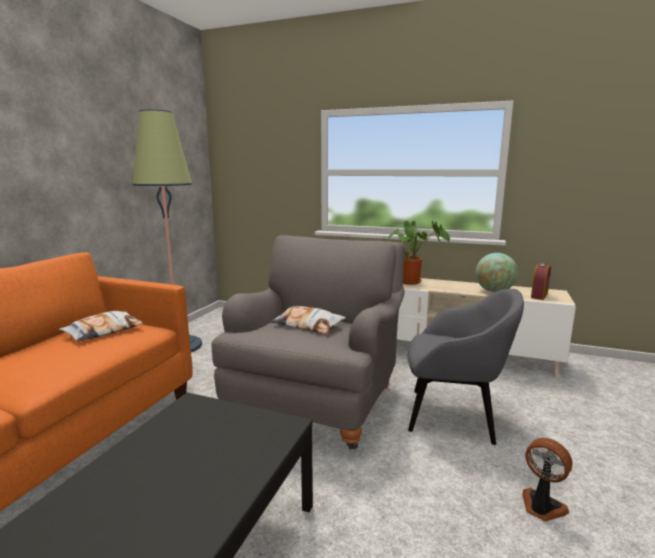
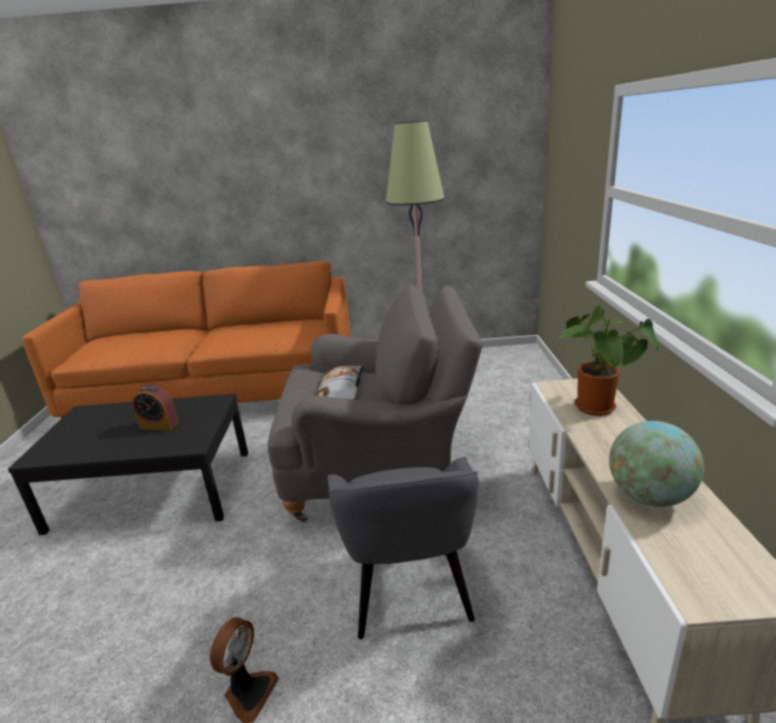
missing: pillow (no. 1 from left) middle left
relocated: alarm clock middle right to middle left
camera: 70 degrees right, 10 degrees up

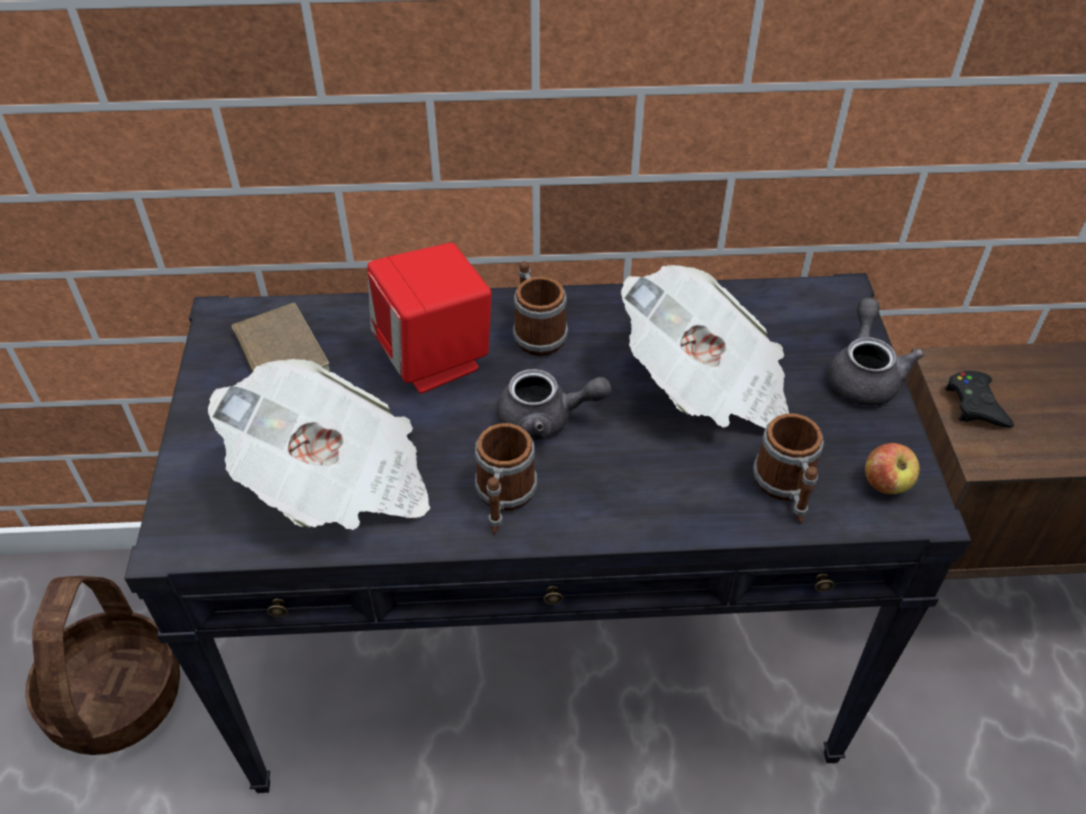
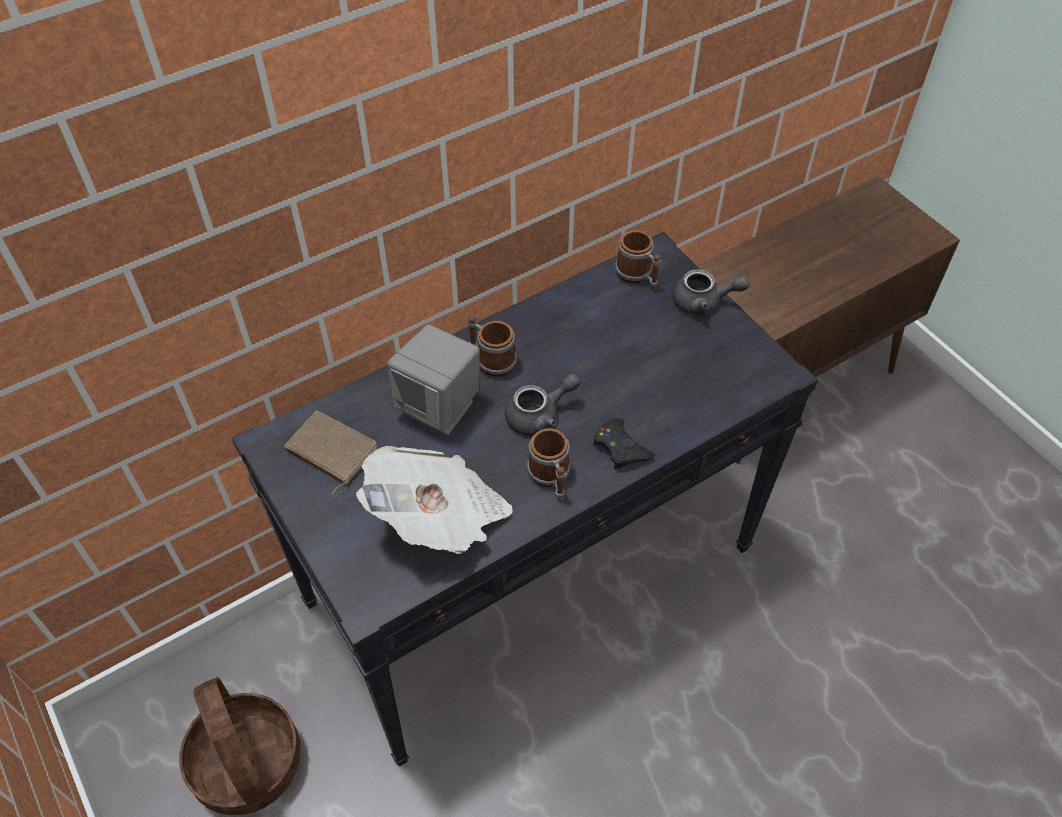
missing: newspaper (no. 2 from left) centre; apple middle right
relocated: game controller in black middle right to centre; mug (no. 3 from left) middle right to top centre
colour: speaker in red centre to speaker in grey centre
spun: teapot in grey (no. 2 from left) middle right = middle right 120 degrees clockwise
camera: 30 degrees left, 5 degrees up

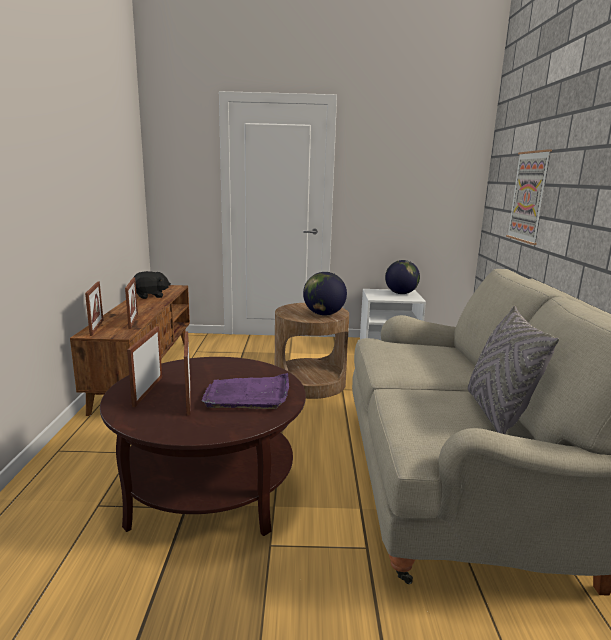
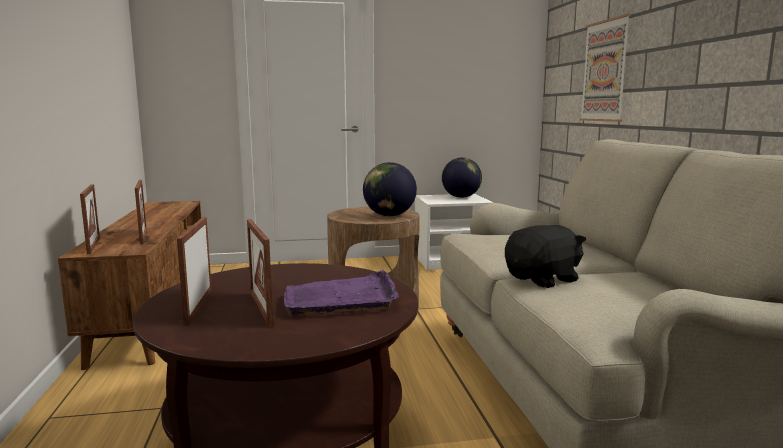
missing: pillow in grey middle right
relocated: plush toy in black middle left to middle right
camera: 10 degrees left, 5 degrees down

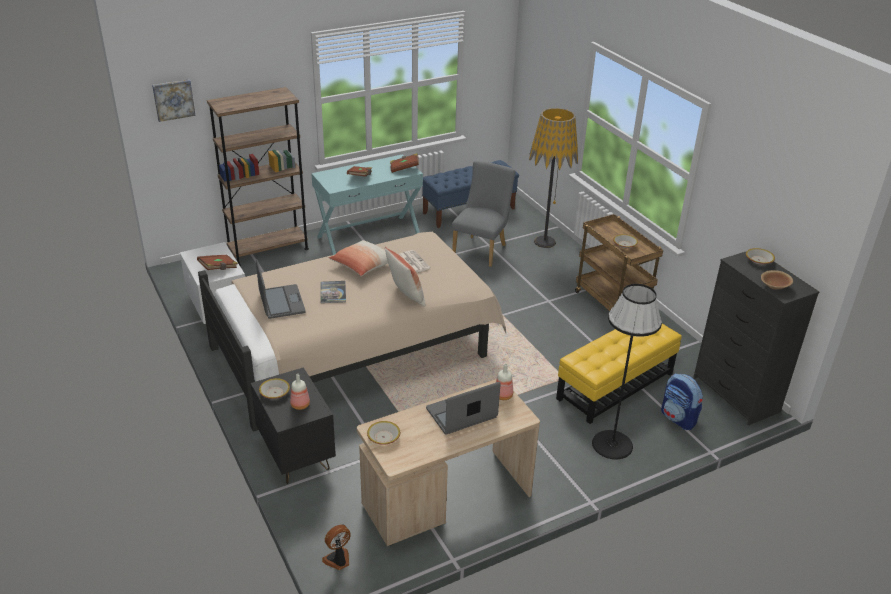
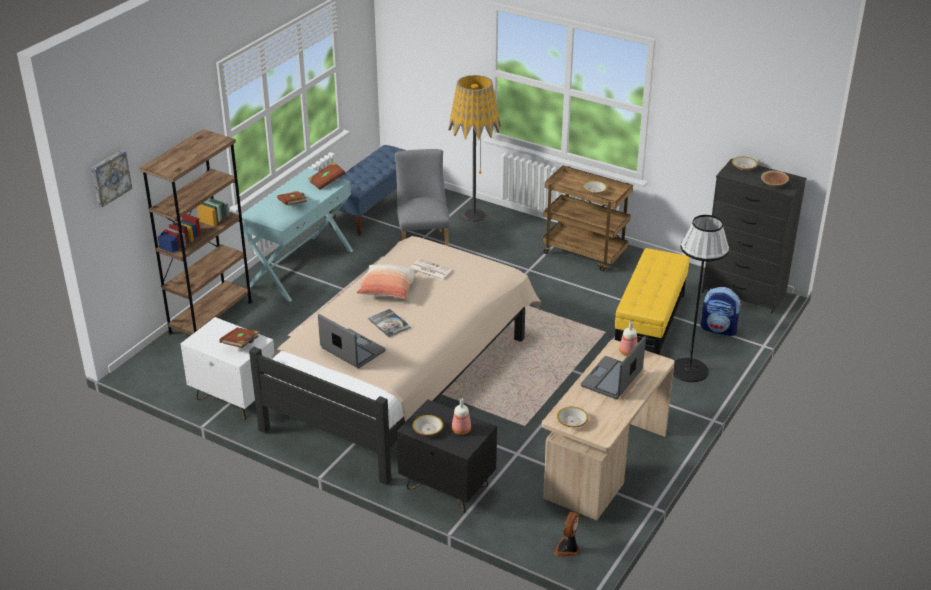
missing: pillow (no. 2 from left) centre
camera: 30 degrees left, 0 degrees up

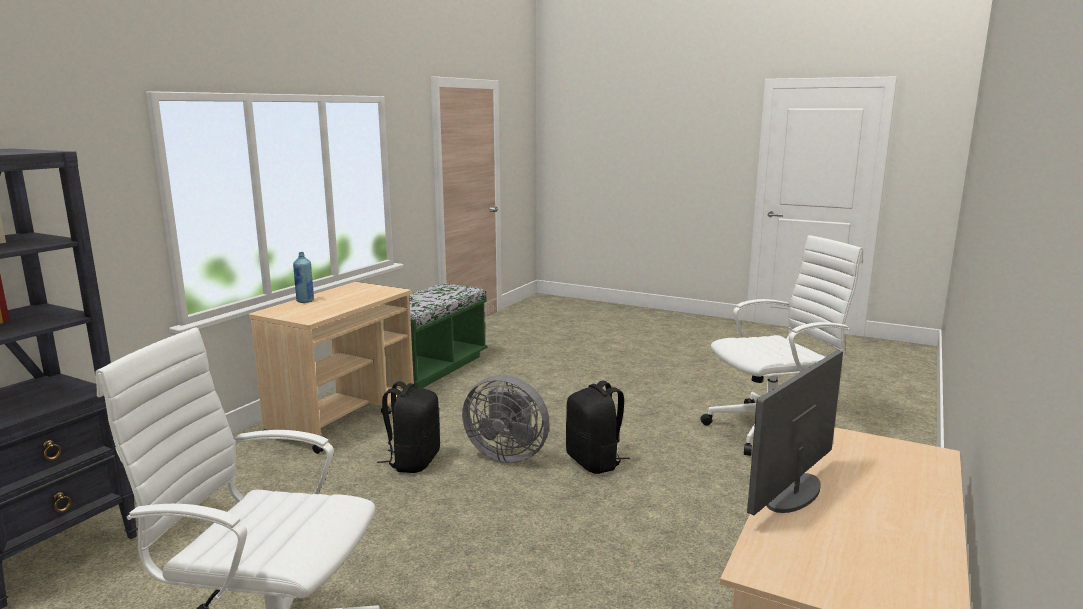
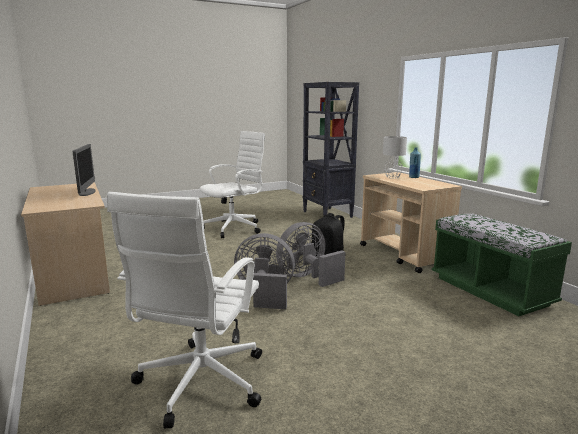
appeared: table lamp in grey middle right
exchanged: backpack in black (no. 2 from left) bottom centre to fan in grey (no. 1 from left) centre
camera: 125 degrees right, 0 degrees up

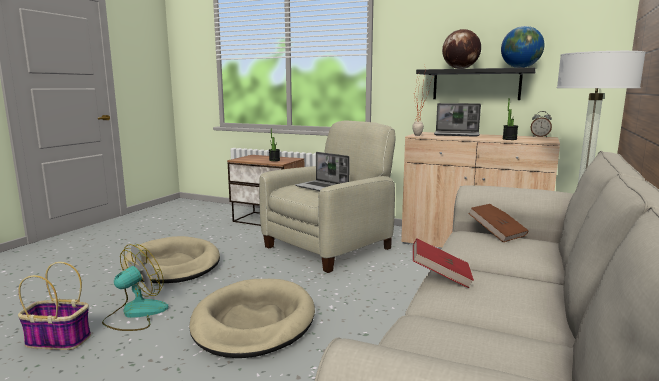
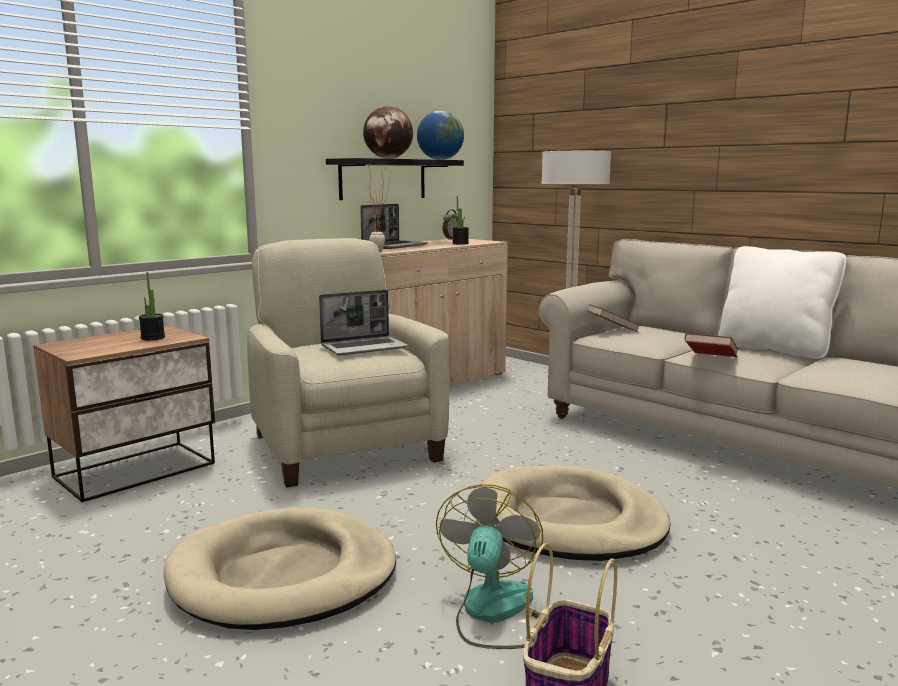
appeared: pillow in white middle right
spun: fan bottom left = bottom centre 45 degrees clockwise
camera: 70 degrees left, 0 degrees up

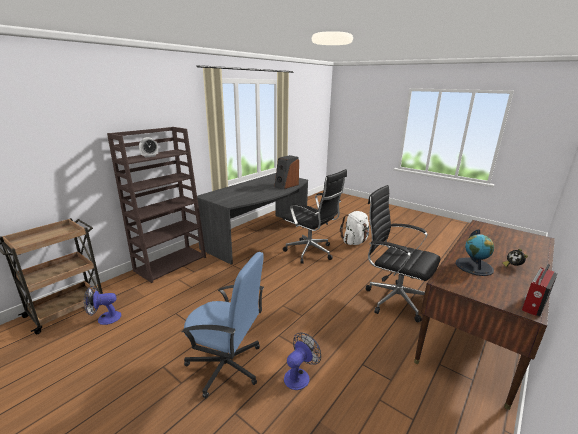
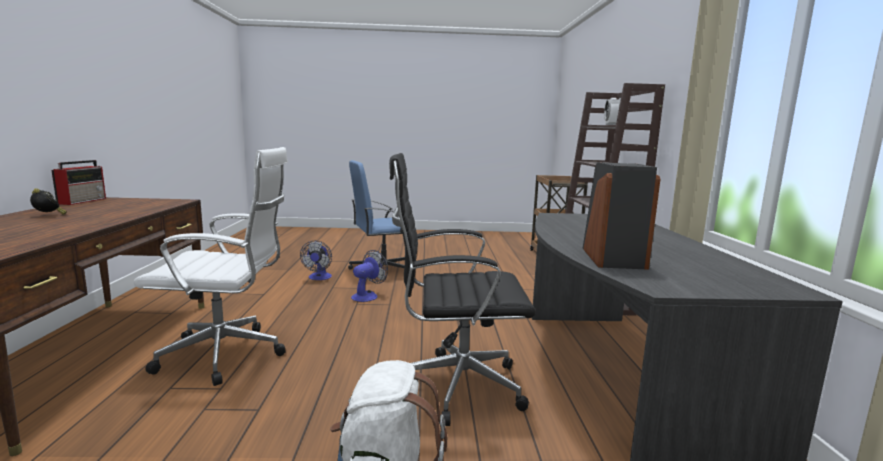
missing: globe middle right
relocated: fan (no. 1 from left in the first image) bottom left to fan (no. 2 from left) centre
colour: office chair in black (no. 2 from left) middle right to office chair in white middle left
camera: 140 degrees right, 10 degrees down

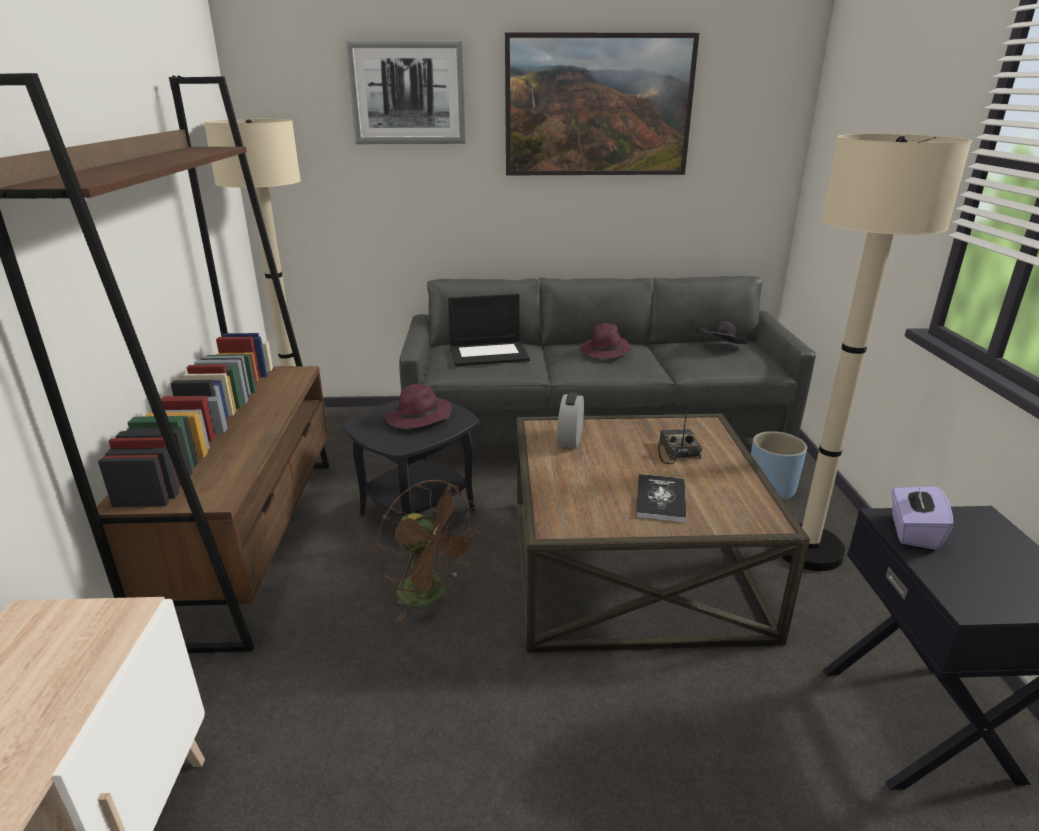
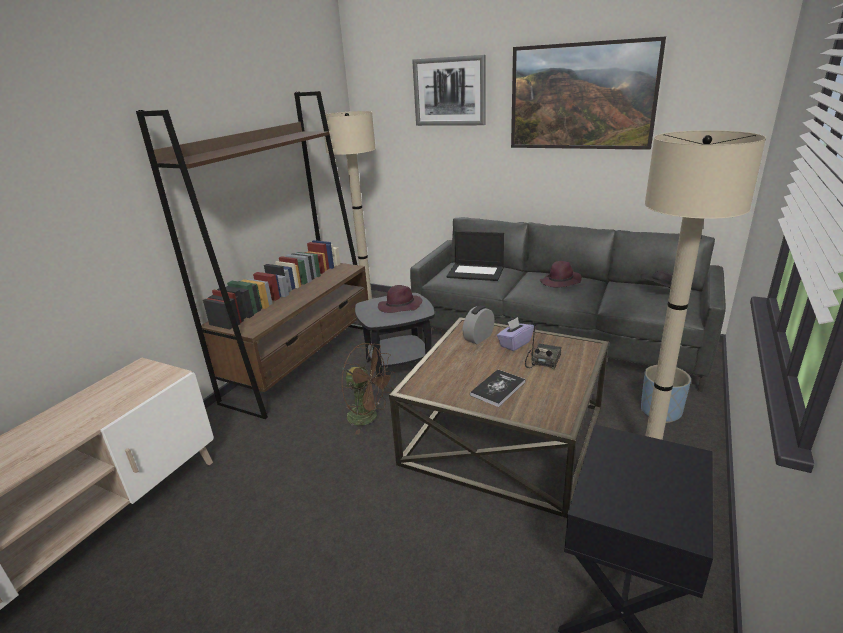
relocated: tissue box in purple middle right to centre
spun: fan in brown centre = centre 45 degrees counterclockwise
camera: 30 degrees right, 0 degrees up

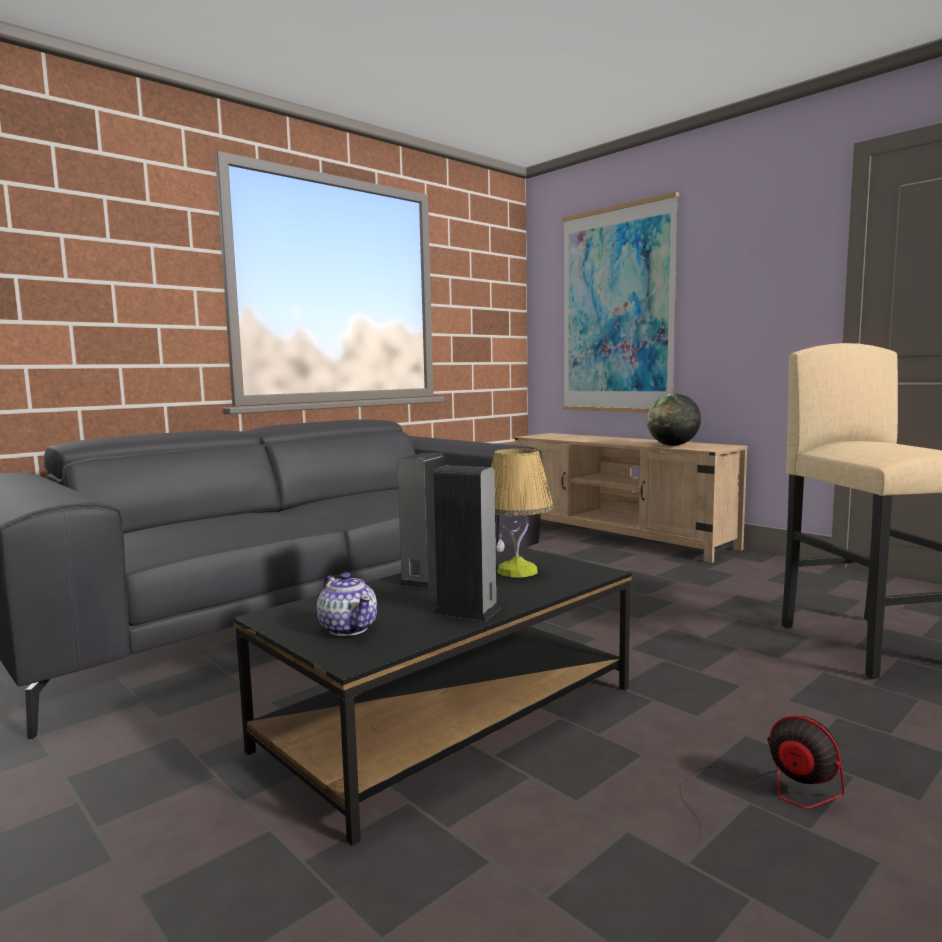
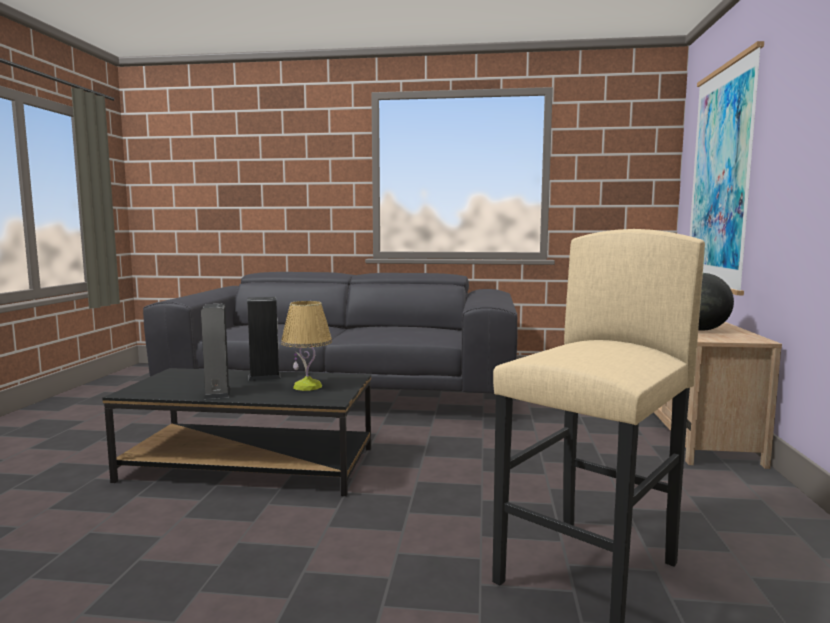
missing: teapot centre; fan bottom right
camera: 50 degrees right, 0 degrees up

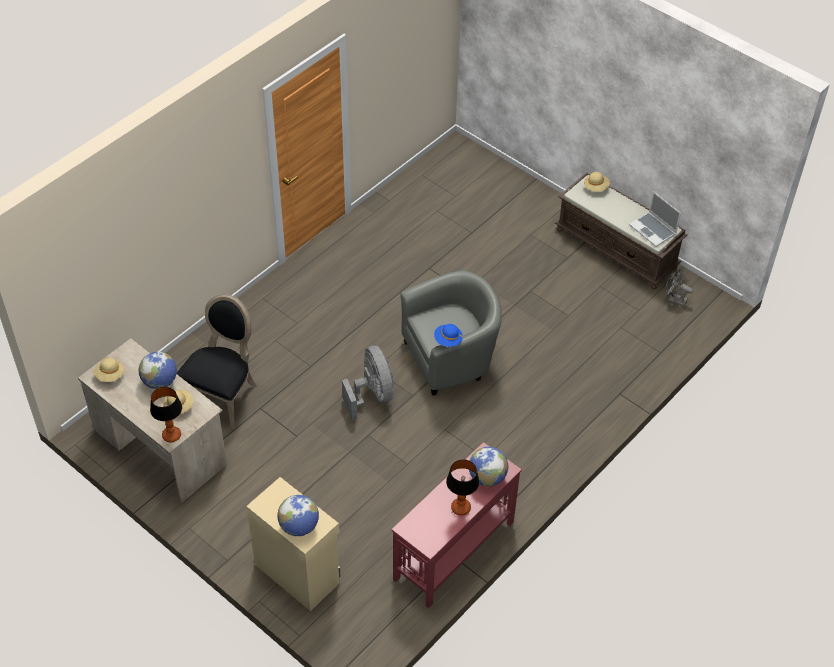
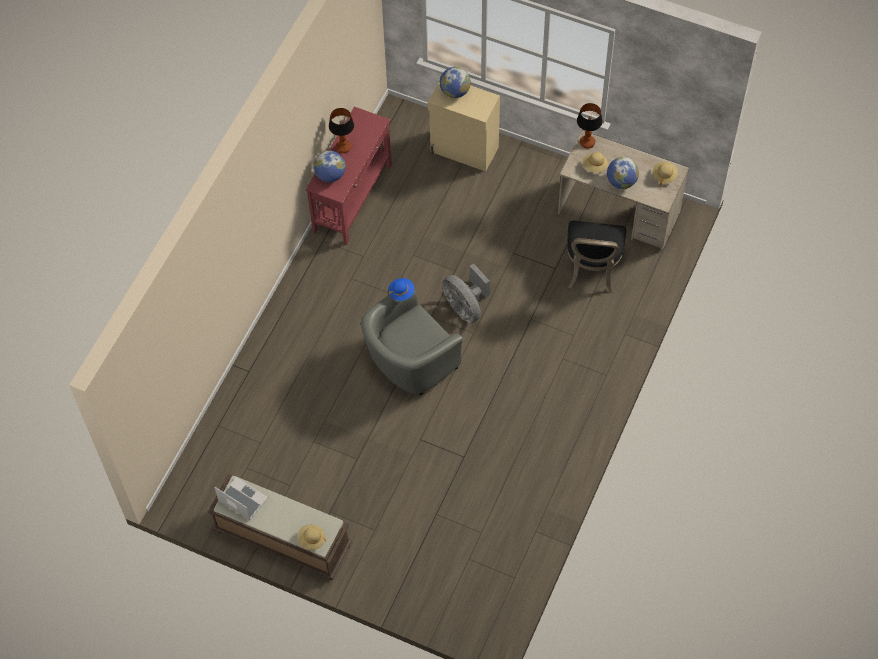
missing: fan in grey (no. 2 from left) middle right
camera: 165 degrees right, 10 degrees up

